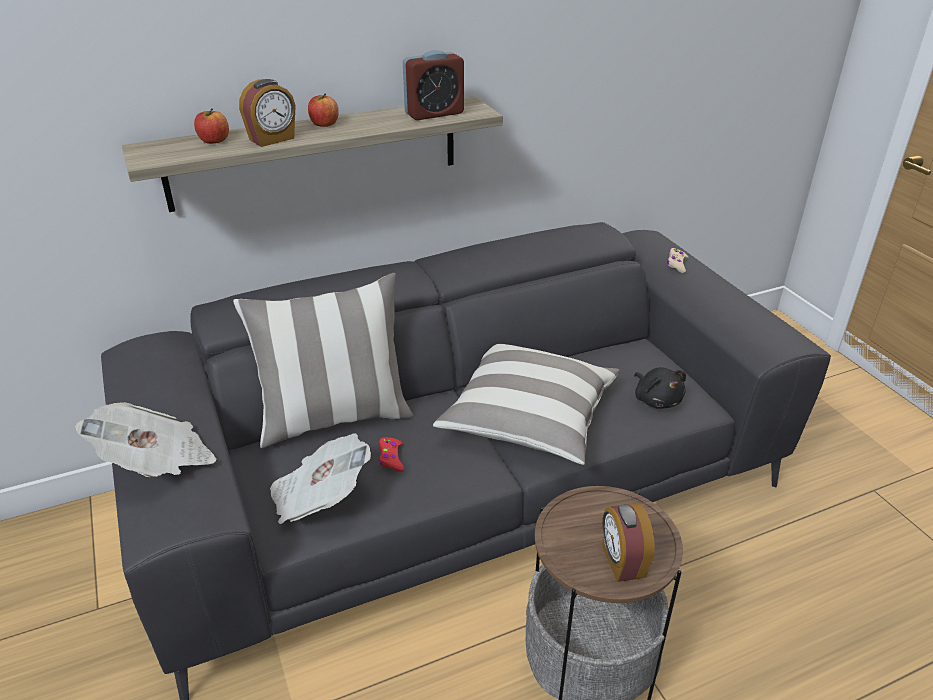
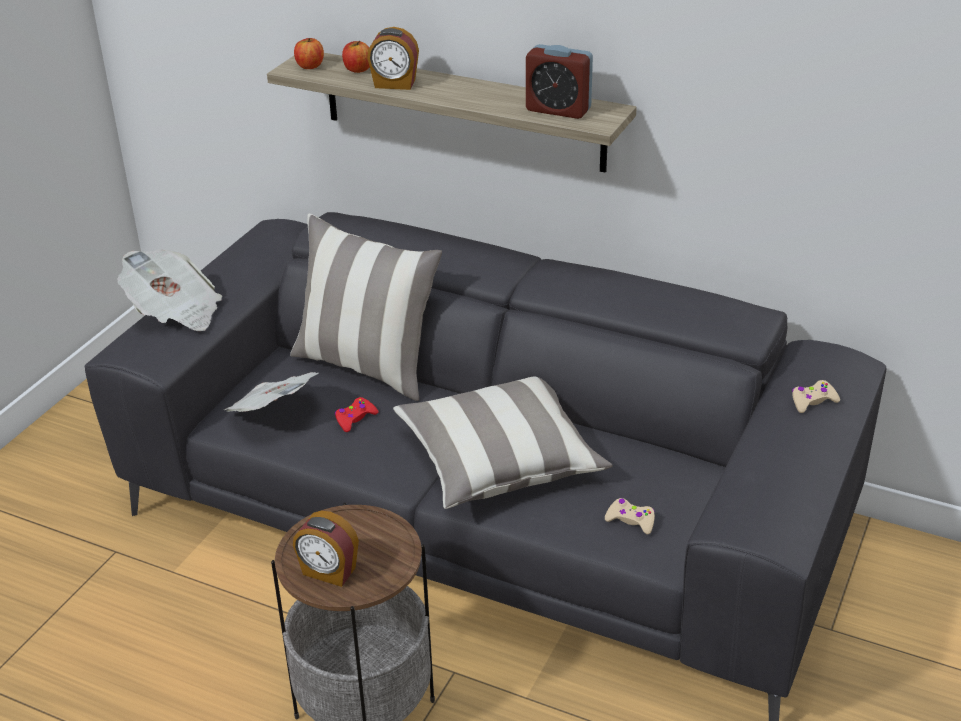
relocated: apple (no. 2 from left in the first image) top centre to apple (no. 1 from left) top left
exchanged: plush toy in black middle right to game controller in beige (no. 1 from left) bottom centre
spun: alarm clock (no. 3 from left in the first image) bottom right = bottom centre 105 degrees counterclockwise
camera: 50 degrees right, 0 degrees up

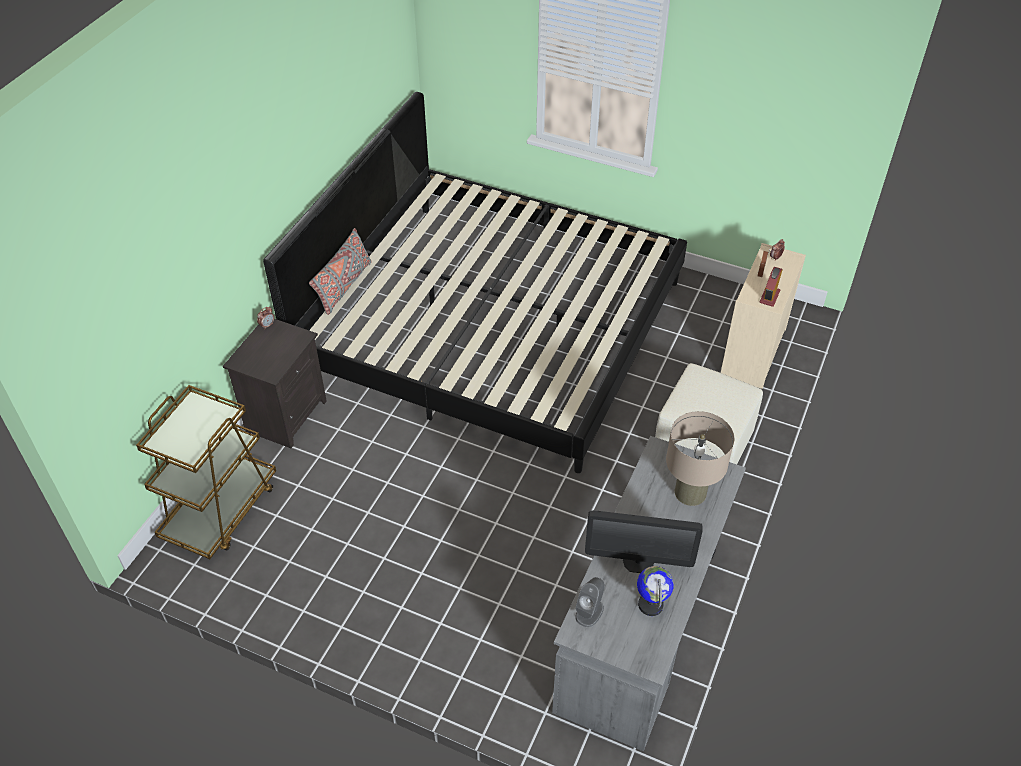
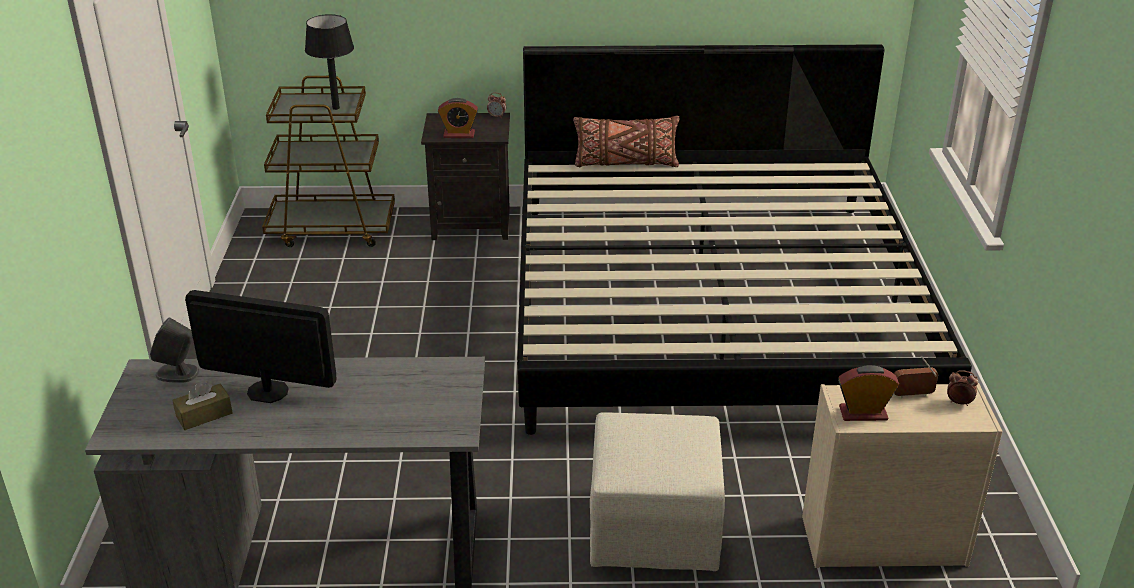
missing: table lamp in beige middle right
appeared: table lamp in black top left; alarm clock (no. 1 from left) top centre
exchanged: globe bottom centre to tissue box in brown bottom left
colour: pillow in grey middle left to pillow in brown top centre
spun: monitor bottom centre = middle left 120 degrees clockwise
camera: 65 degrees right, 15 degrees down

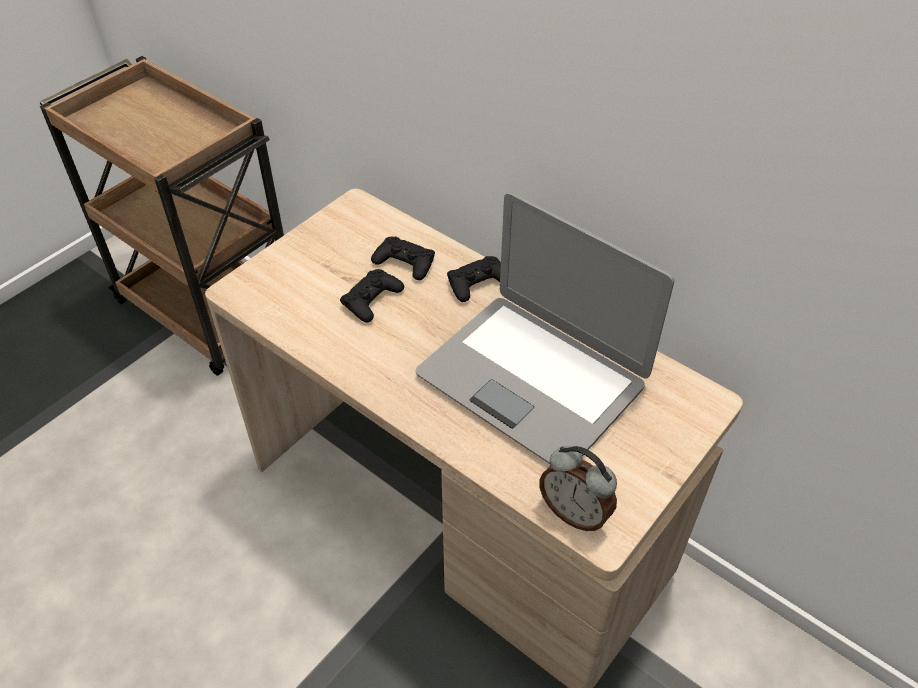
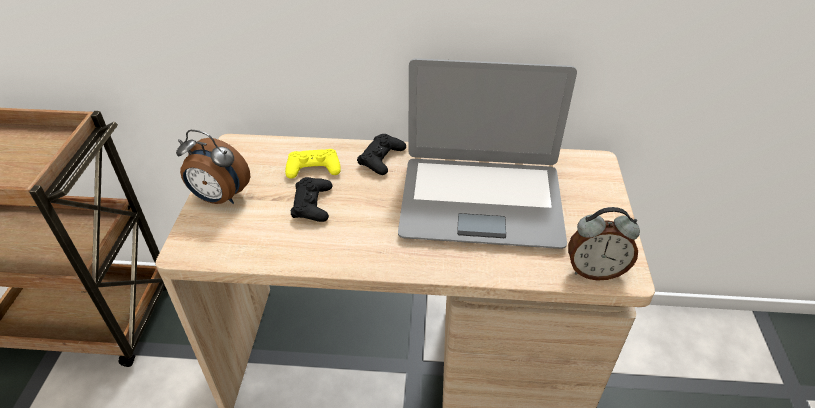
appeared: alarm clock (no. 1 from left) middle left
colour: game controller in black (no. 2 from left) centre to game controller in yellow centre
camera: 35 degrees left, 5 degrees down

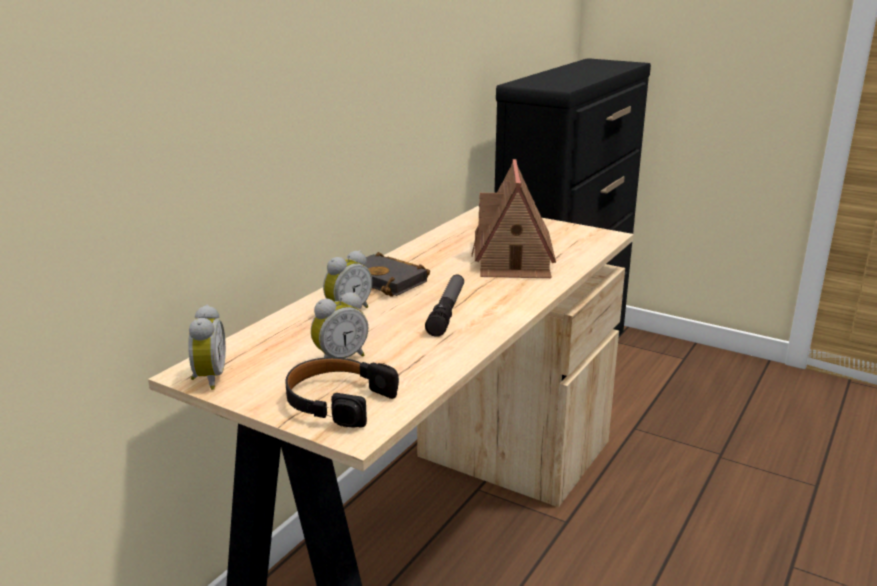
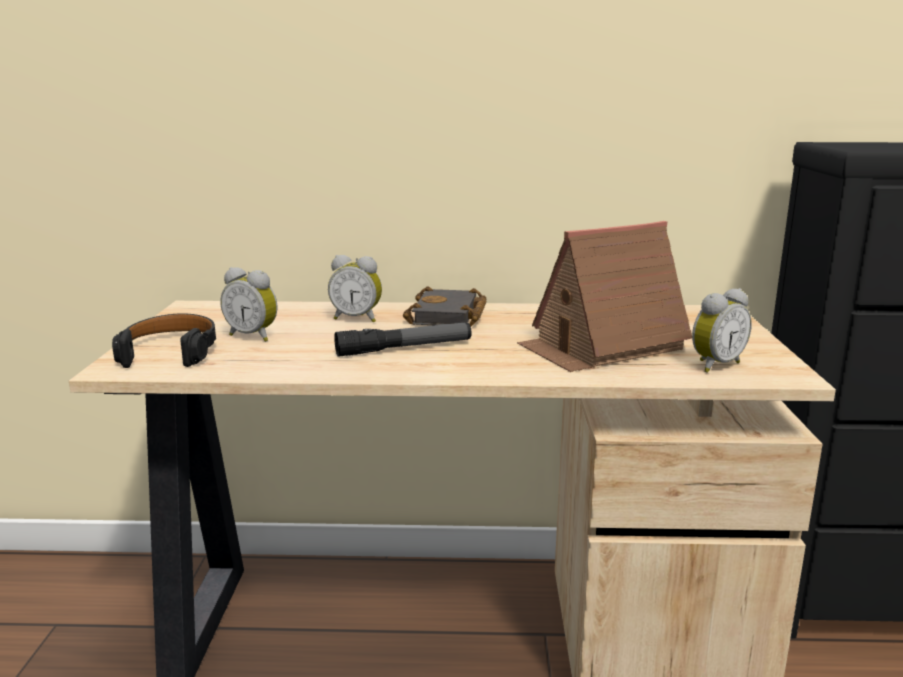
relocated: alarm clock (no. 1 from left in the first image) middle left to alarm clock (no. 3 from left) middle right
camera: 60 degrees right, 5 degrees down

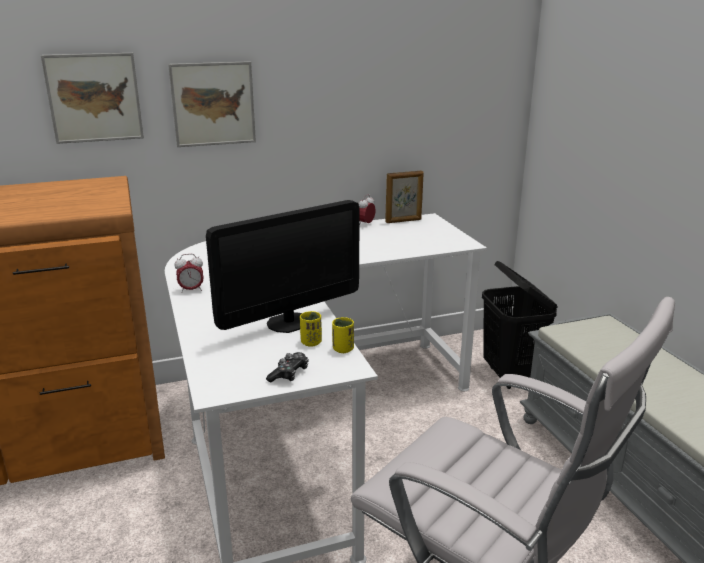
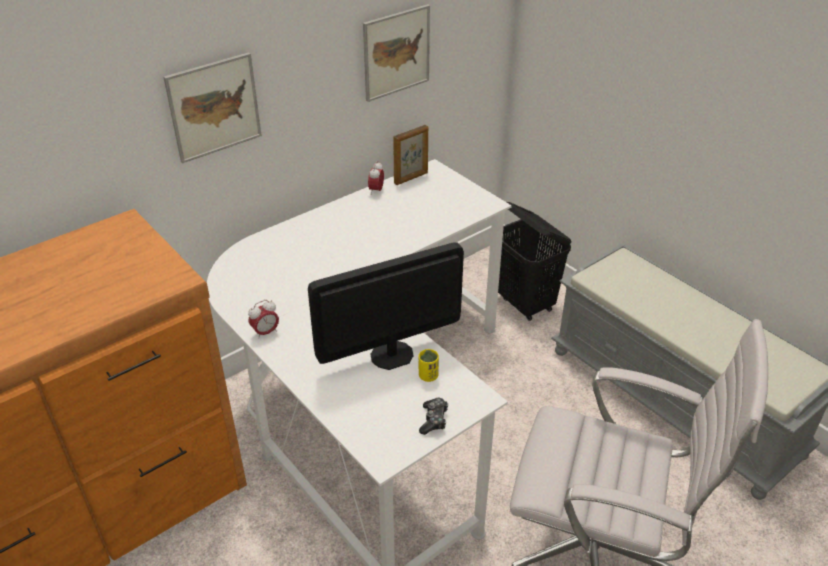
missing: cup in yellow (no. 2 from left) centre
relocated: picture (no. 1 from left in the first image) top left to picture (no. 2 from left) top centre
spun: monitor centre = centre 150 degrees counterclockwise
camera: 20 degrees left, 15 degrees up

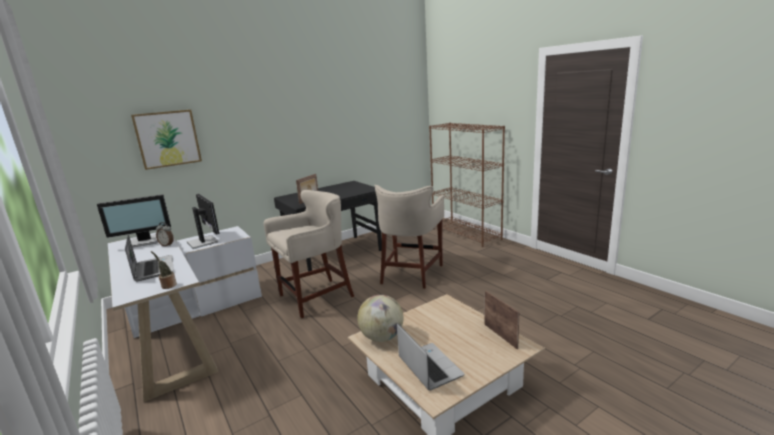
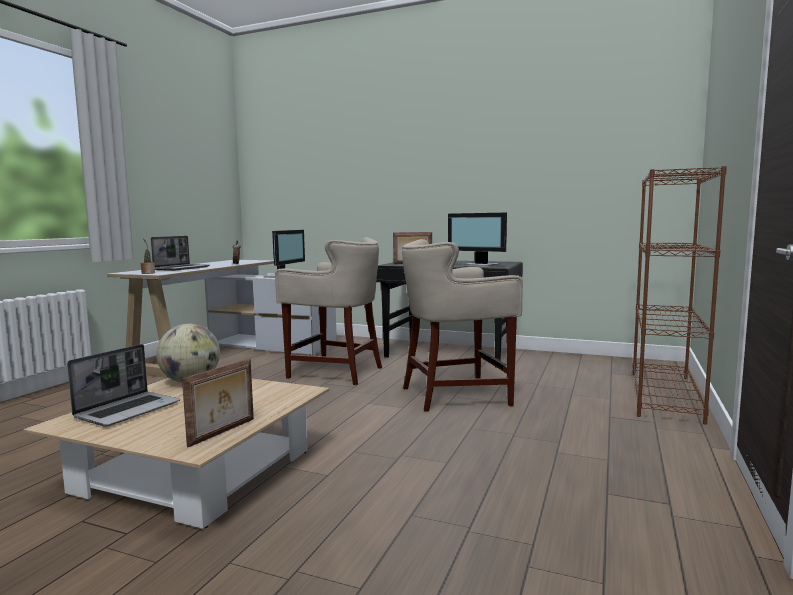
missing: picture top left
relocated: monitor (no. 1 from left in the first image) middle left to monitor (no. 2 from left) centre
camera: 55 degrees right, 10 degrees down

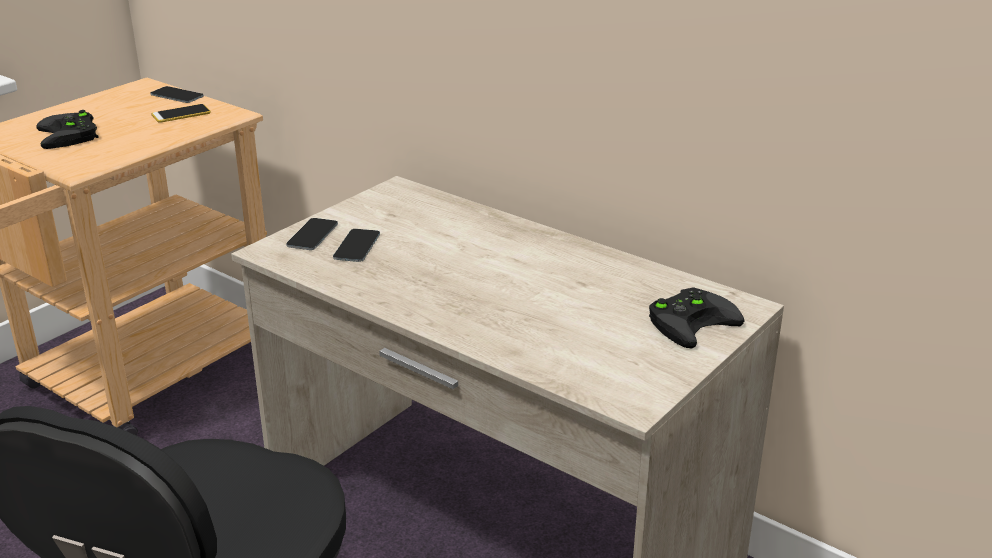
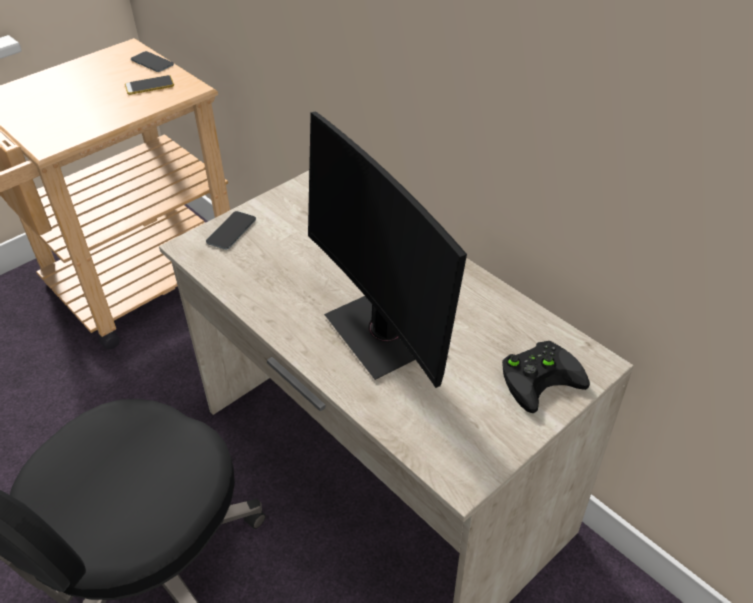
missing: game controller in black (no. 1 from left) top left; phone (no. 4 from left) centre
appeared: monitor centre
camera: 10 degrees right, 15 degrees up

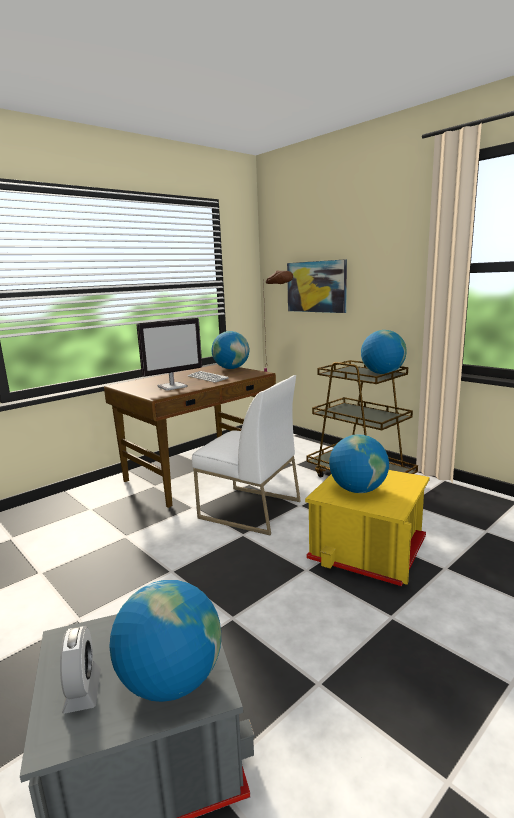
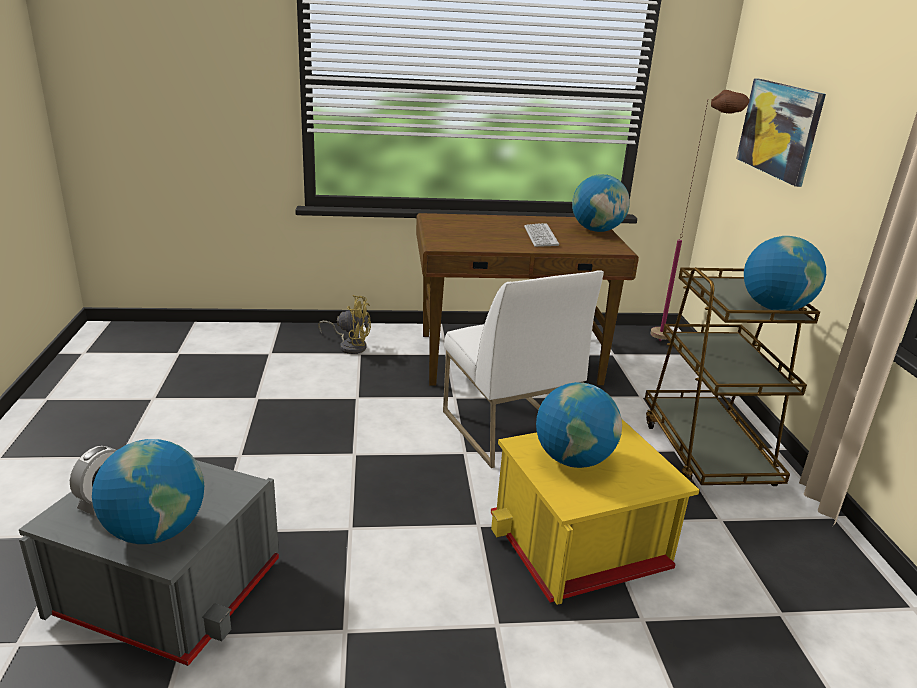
missing: monitor middle left
appeared: fan in yellow centre
camera: 35 degrees right, 10 degrees up

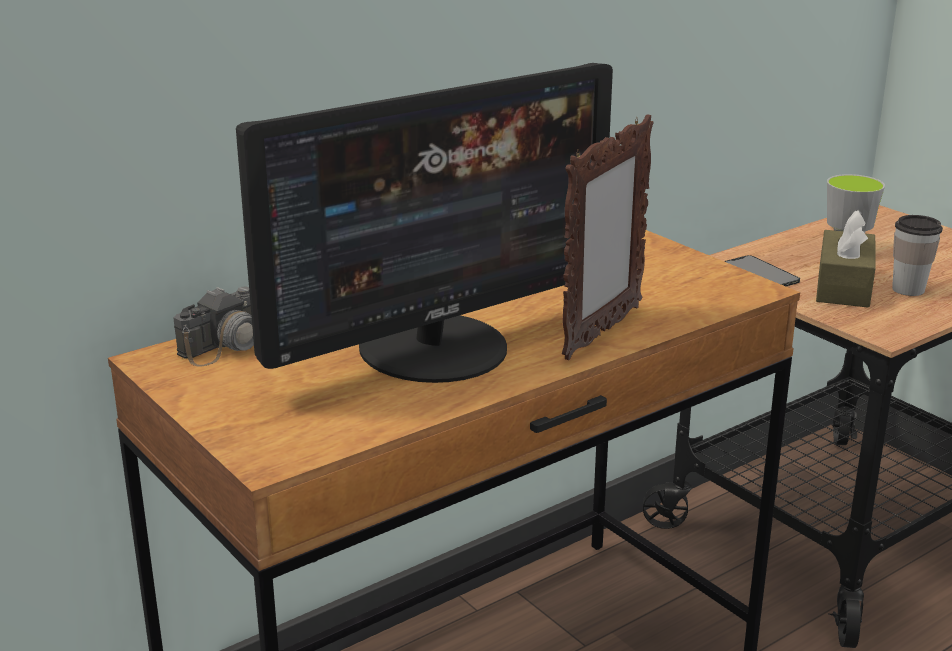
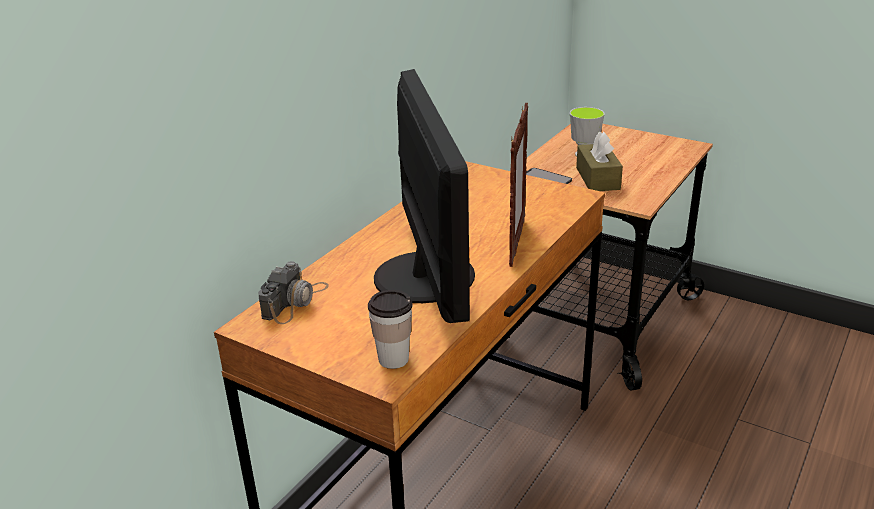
relocated: cup (no. 2 from left in the first image) middle right to cup (no. 1 from left) centre
spun: monitor centre = centre 45 degrees counterclockwise
camera: 20 degrees left, 5 degrees up

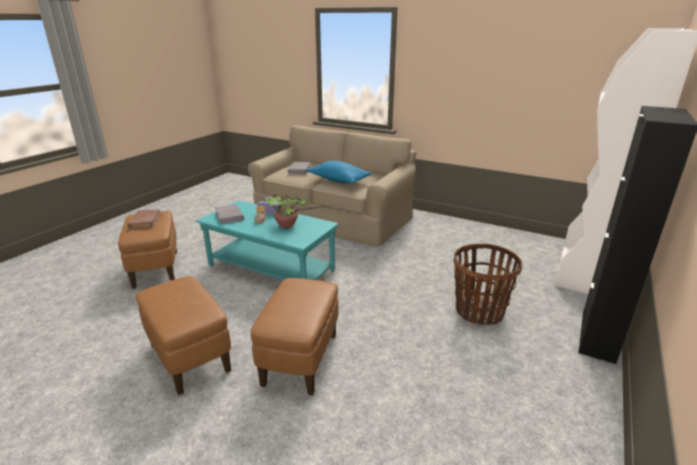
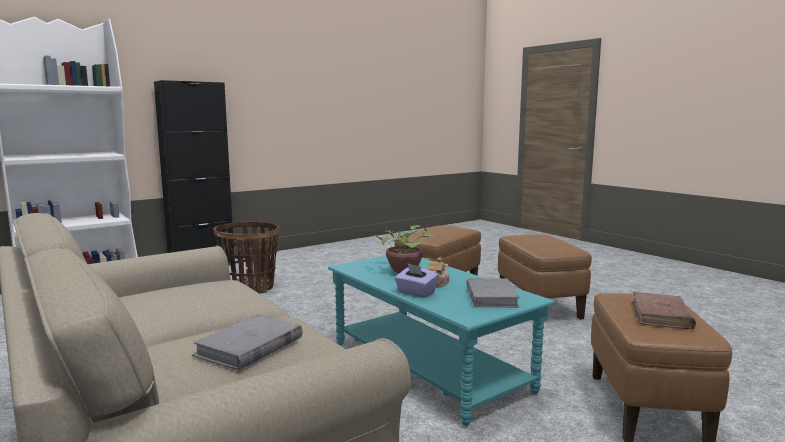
missing: pillow in blue centre
camera: 155 degrees left, 15 degrees down

